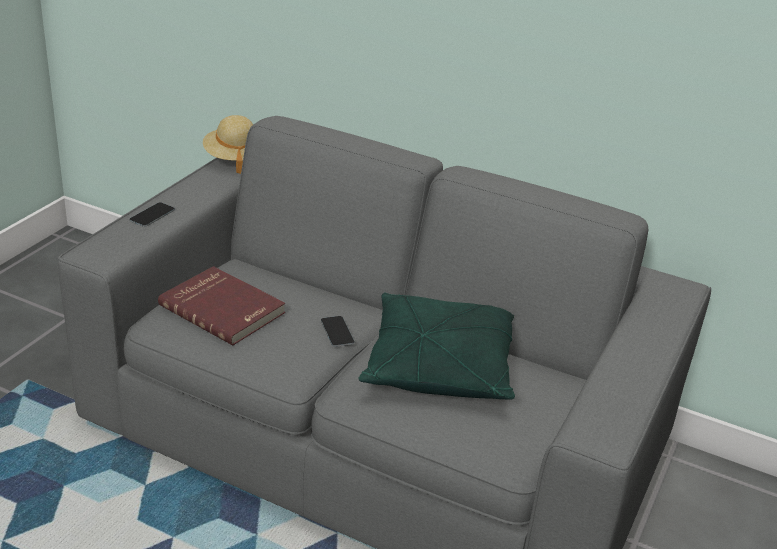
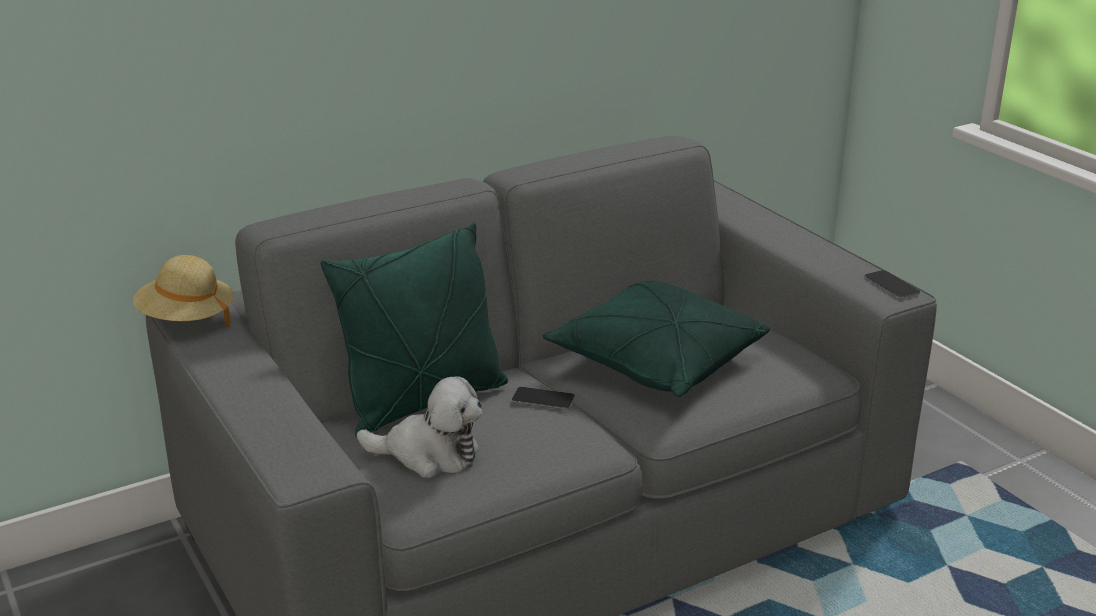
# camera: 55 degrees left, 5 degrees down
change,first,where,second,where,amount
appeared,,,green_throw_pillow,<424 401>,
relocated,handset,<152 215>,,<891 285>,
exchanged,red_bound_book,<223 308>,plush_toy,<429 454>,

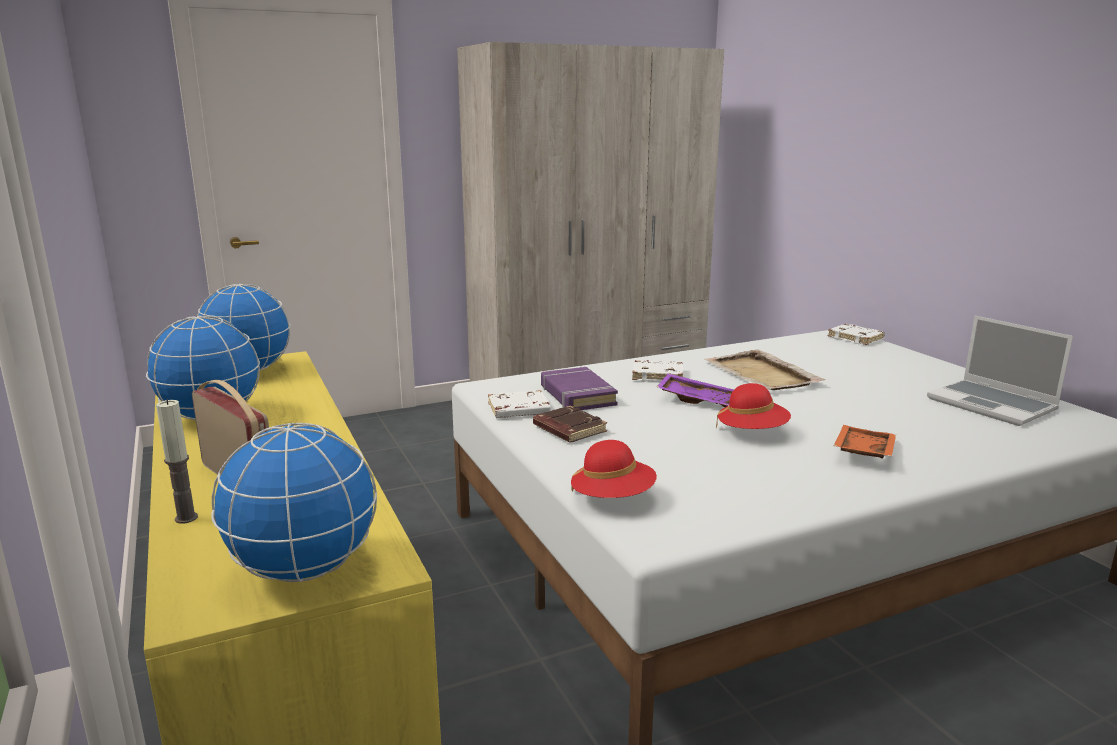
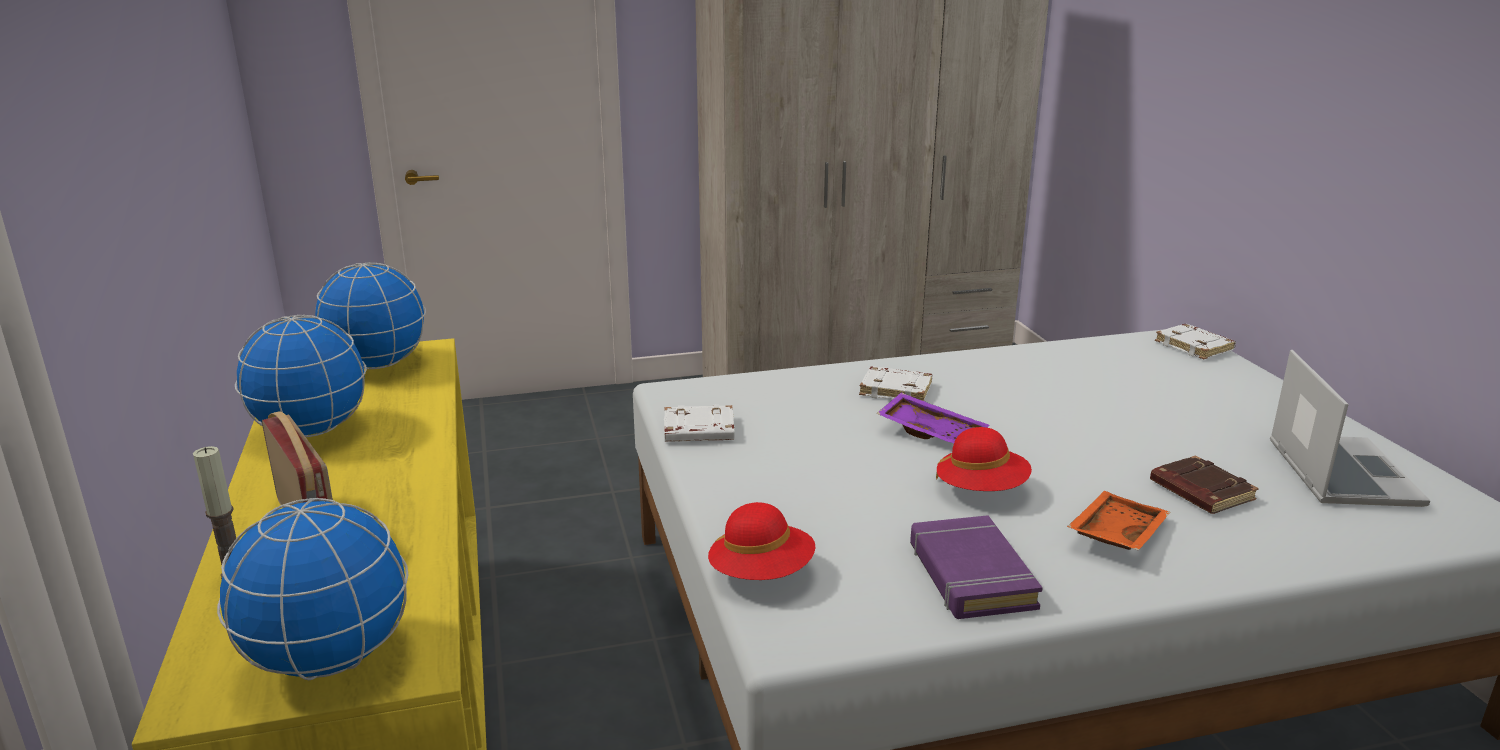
# camera: 10 degrees right, 5 degrees up
change,first,where,second,where,amount
missing,sand-coloured_tray,<762 374>,,,
relocated,brownish_bound_book,<568 429>,,<1199 491>,
relocated,purple_bound_book,<577 395>,,<970 575>,
spun,laptop,<993 405>,,<1339 473>,150 degrees counterclockwise

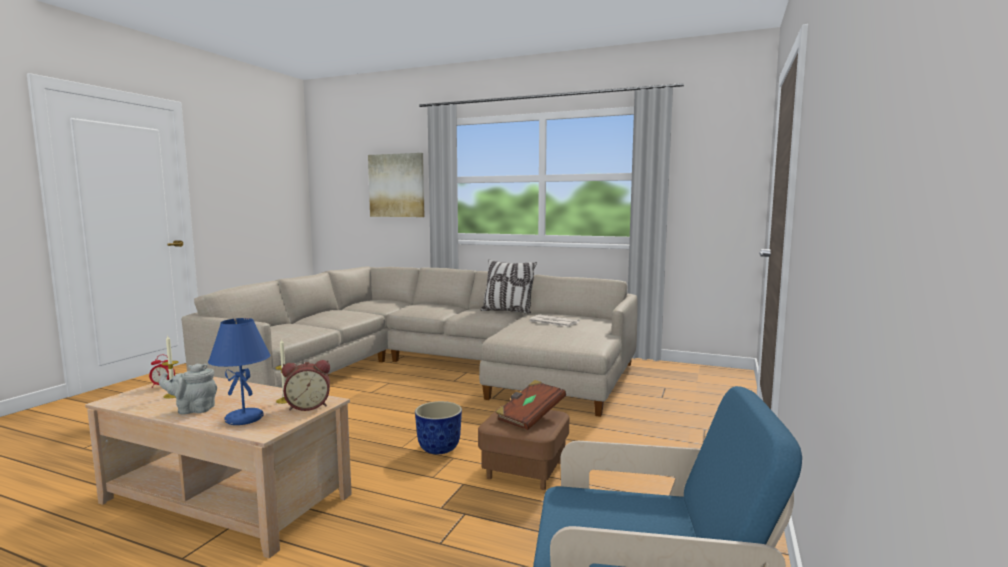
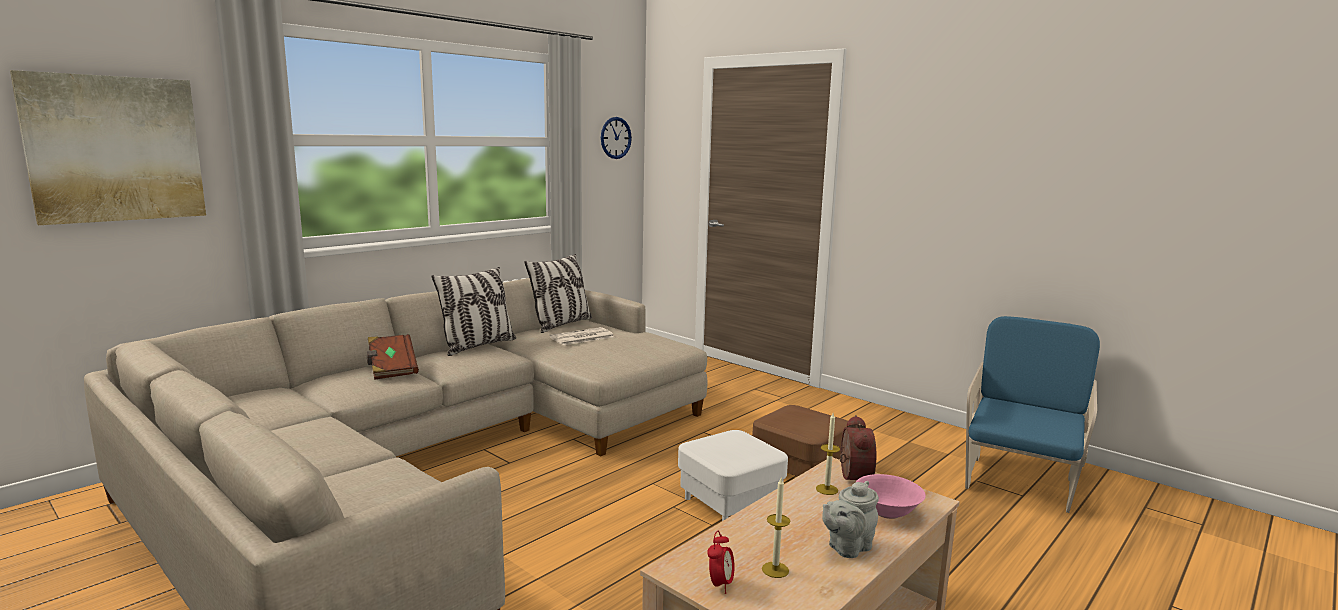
# camera: 70 degrees left, 5 degrees up
change,first,where,second,where,amount
appeared,,,throw_pillow,<561 324>,
appeared,,,clock_on_the_wall,<615 138>,
relocated,brownish_bound_book,<530 417>,,<391 369>,
exchanged,blue_lamp_for_a_table,<245 418>,pinkish_bowl,<887 512>,
exchanged,planter,<440 449>,whitish_pouffe,<730 503>,
spun,grey_teapot,<193 410>,,<847 547>,45 degrees clockwise

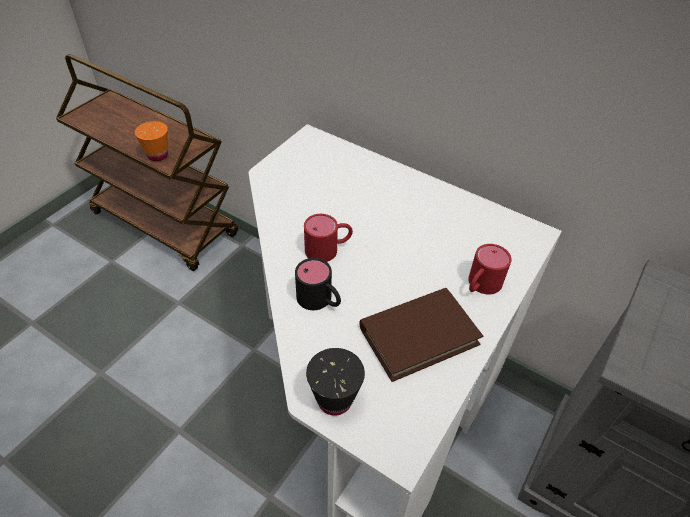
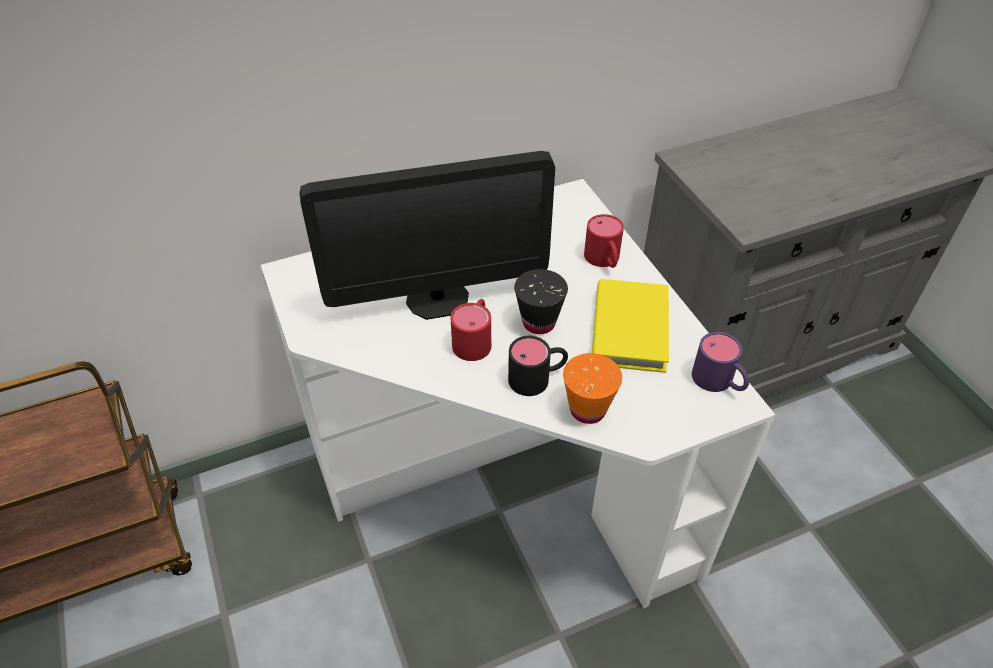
# camera: 55 degrees left, 0 degrees up
change,first,where,second,where,amount
appeared,,,computer_display,<437 298>,
appeared,,,purple_coffee_mug,<719 382>,
relocated,orange-coloured_small_cup,<158 155>,,<587 410>,
relocated,blackish_small_cup,<334 400>,,<539 323>,
colour,brownish_bound_book,<419 336>,yellow_bound_book,<629 329>,

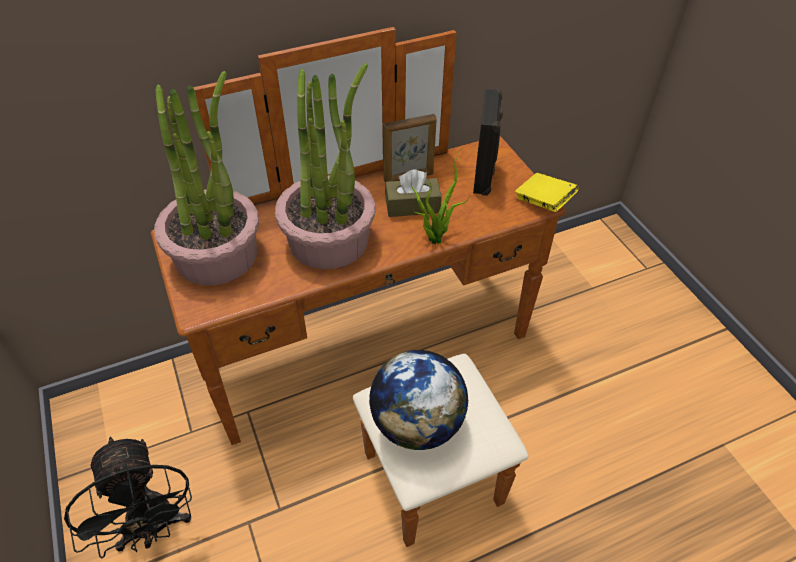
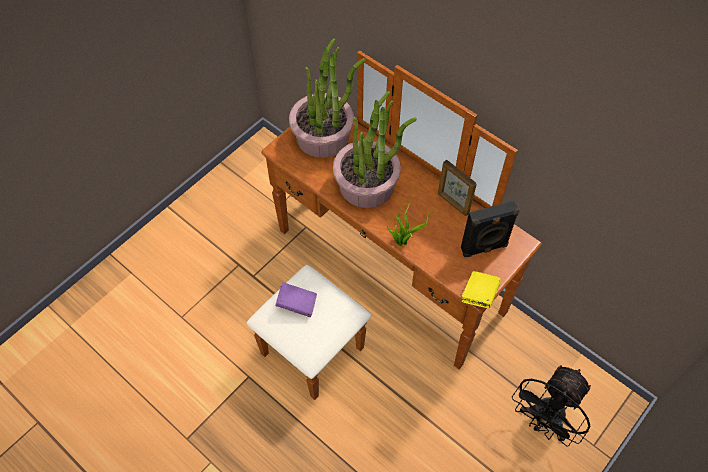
# camera: 65 degrees right, 10 degrees up
change,first,where,second,where,amount
missing,brownish_box_of_tissues,<412 206>,,,
relocated,blackish_electric_fan,<153 528>,,<543 421>,
exchanged,world_globe,<417 424>,purple_bound_book,<297 304>,

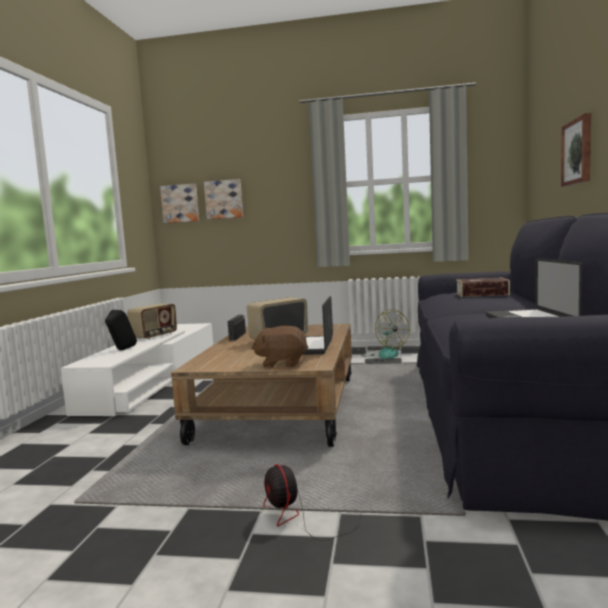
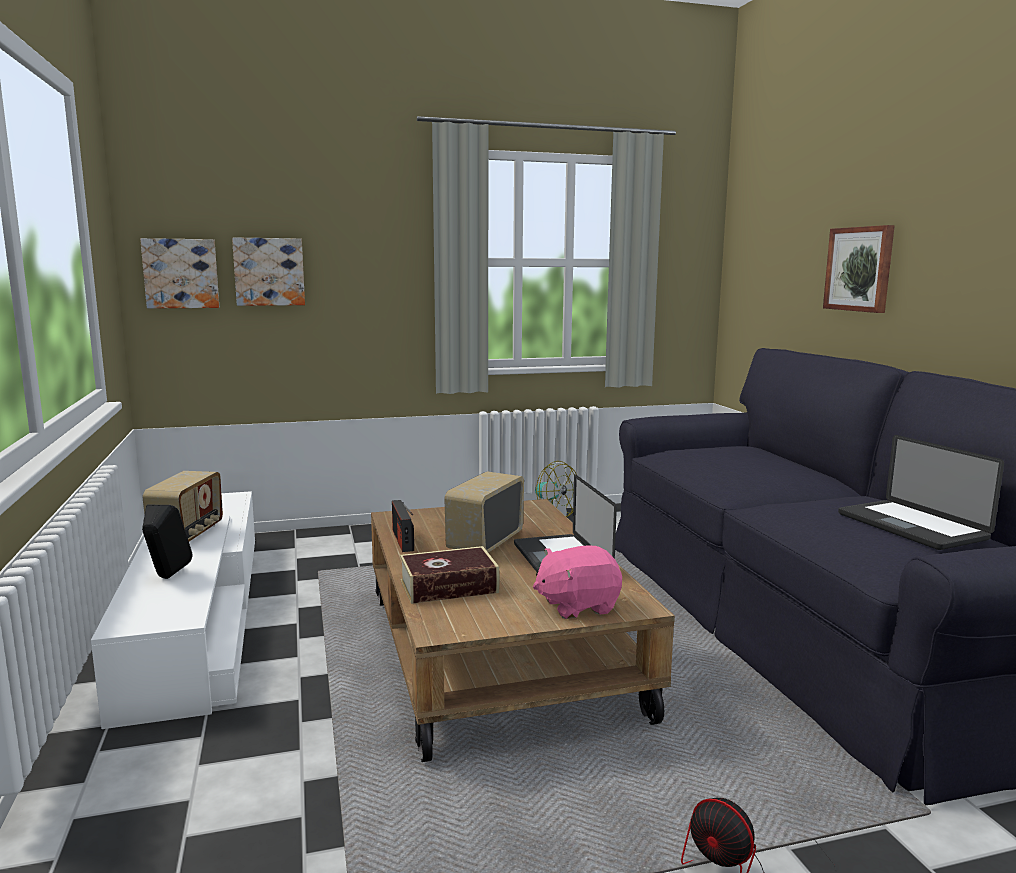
# camera: 25 degrees left, 5 degrees up
change,first,where,second,where,amount
relocated,bound_book,<482 294>,,<449 586>,
colour,brownish_plush_toy,<282 363>,pinkish_plush_toy,<577 606>,

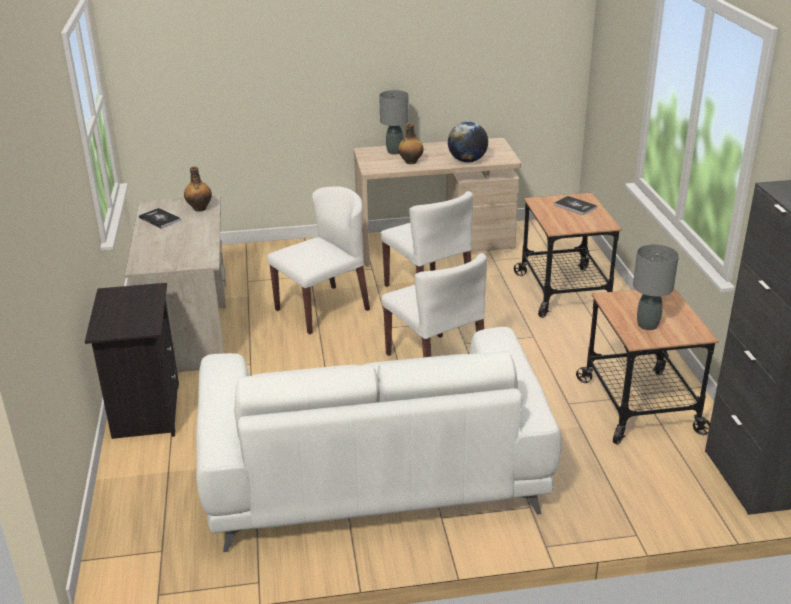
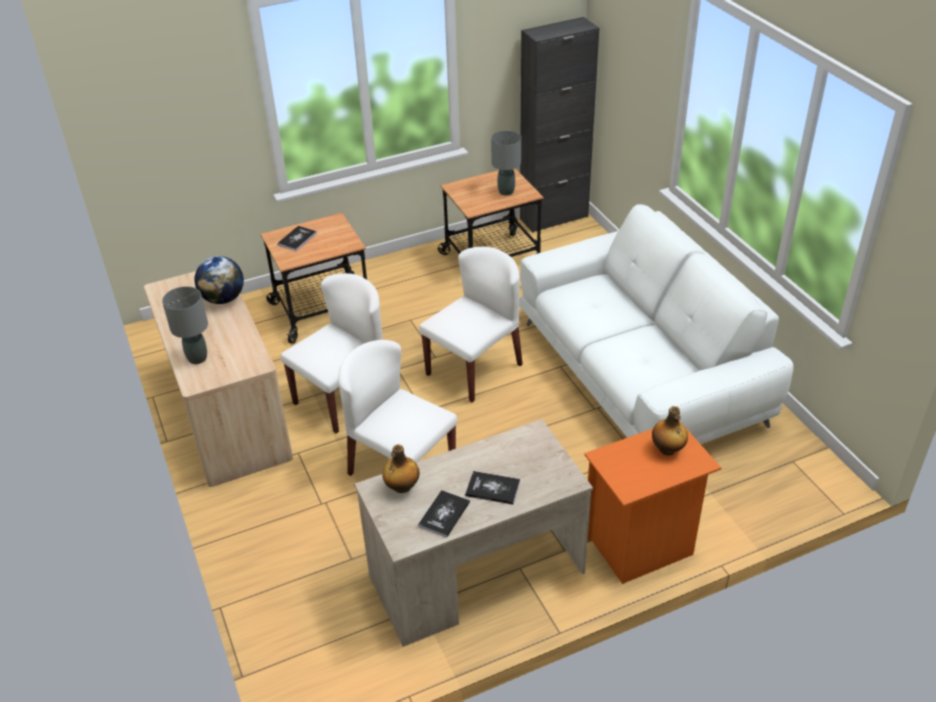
# camera: 105 degrees left, 10 degrees up
change,first,where,second,where,amount
appeared,,,bound_book,<492 488>,
relocated,beverage_bottle,<410 162>,,<667 450>,
colour,blackish_night_table,<145 411>,orange-coloured_night_table,<640 547>,

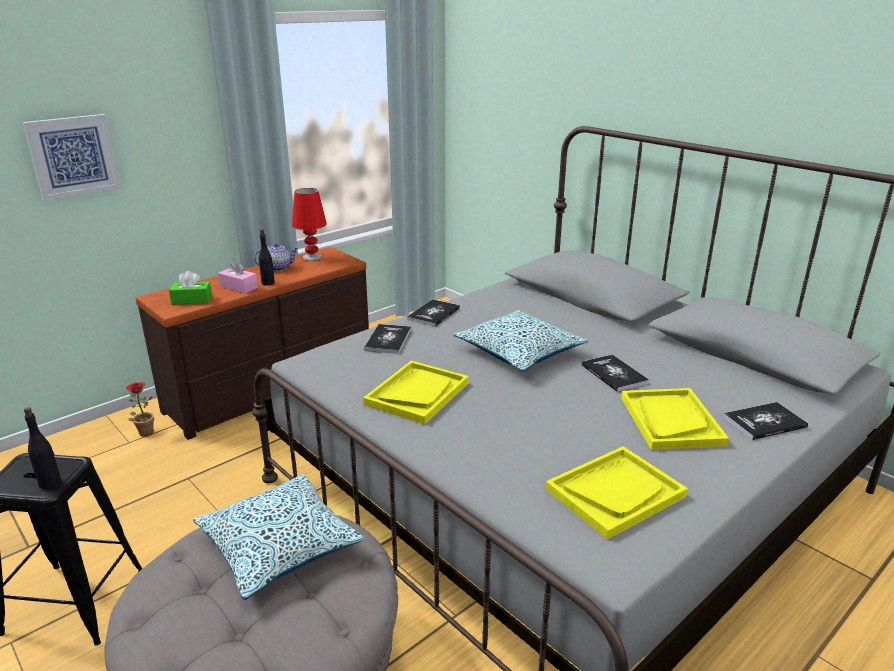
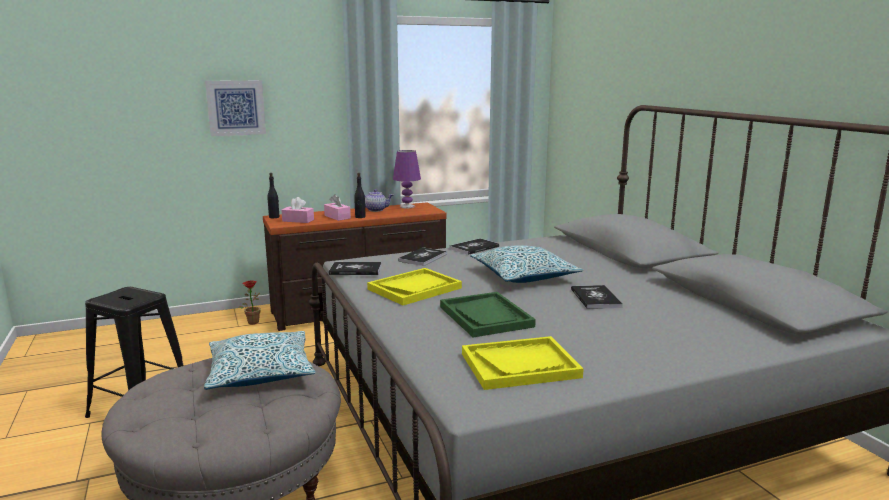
# camera: 20 degrees right, 10 degrees down
change,first,where,second,where,amount
missing,yellow_tray,<670 421>,,,
appeared,,,green_tray,<486 317>,
relocated,blackish_beverage_bottle,<50 483>,,<274 217>,
relocated,bound_book,<764 422>,,<355 270>,
colour,green_box_of_tissues,<192 300>,pinkish_box_of_tissues,<298 220>,
colour,red_lamp_for_a_table,<312 257>,purple_lamp_for_a_table,<407 206>,

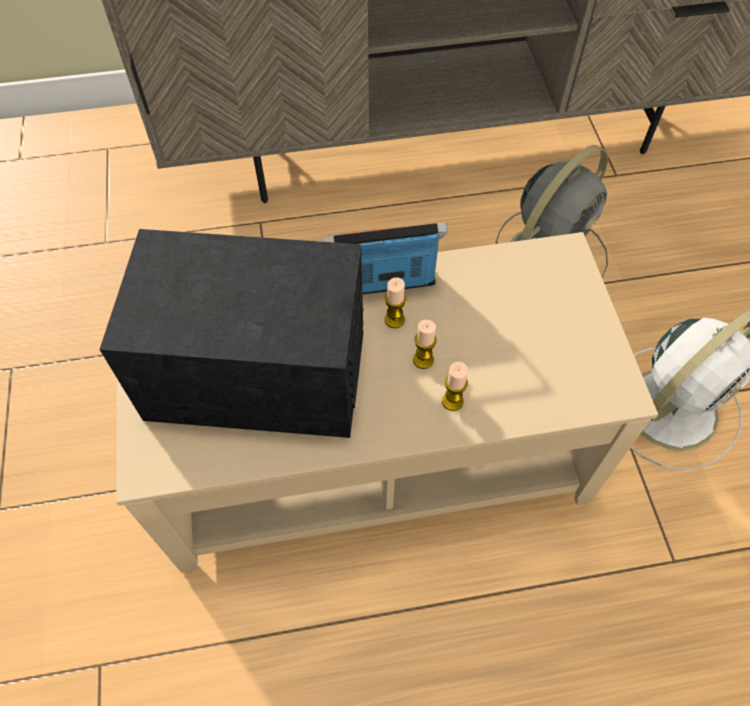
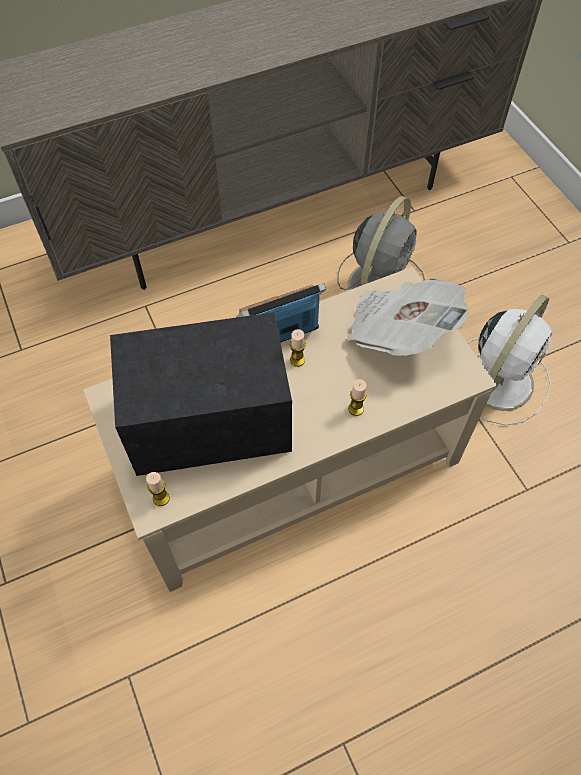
# camera: 15 degrees left, 0 degrees up
change,first,where,second,where,amount
appeared,,,newspaper,<399 331>,
relocated,wax_candle,<423 360>,,<161 498>,

